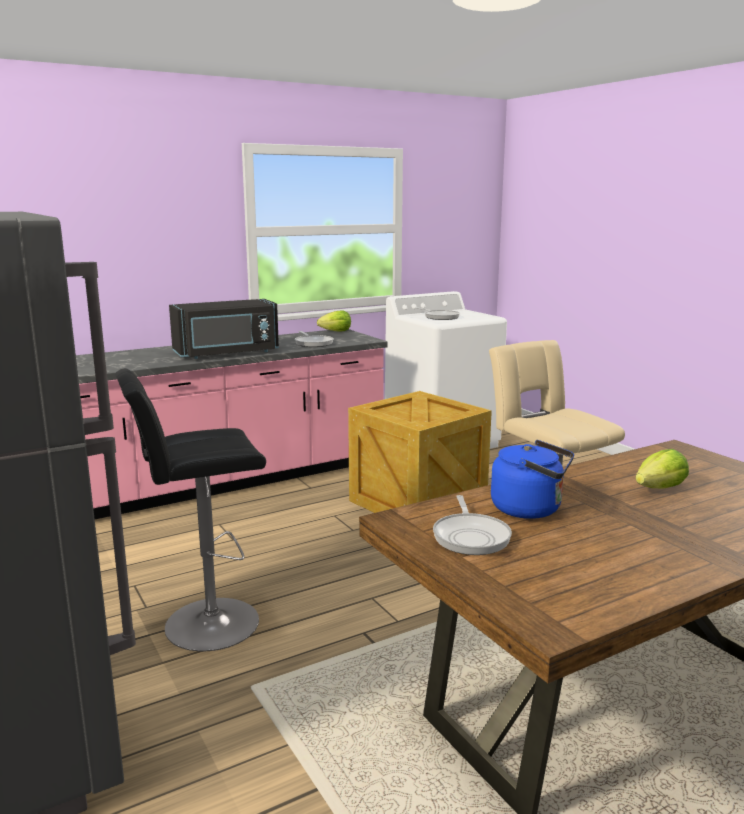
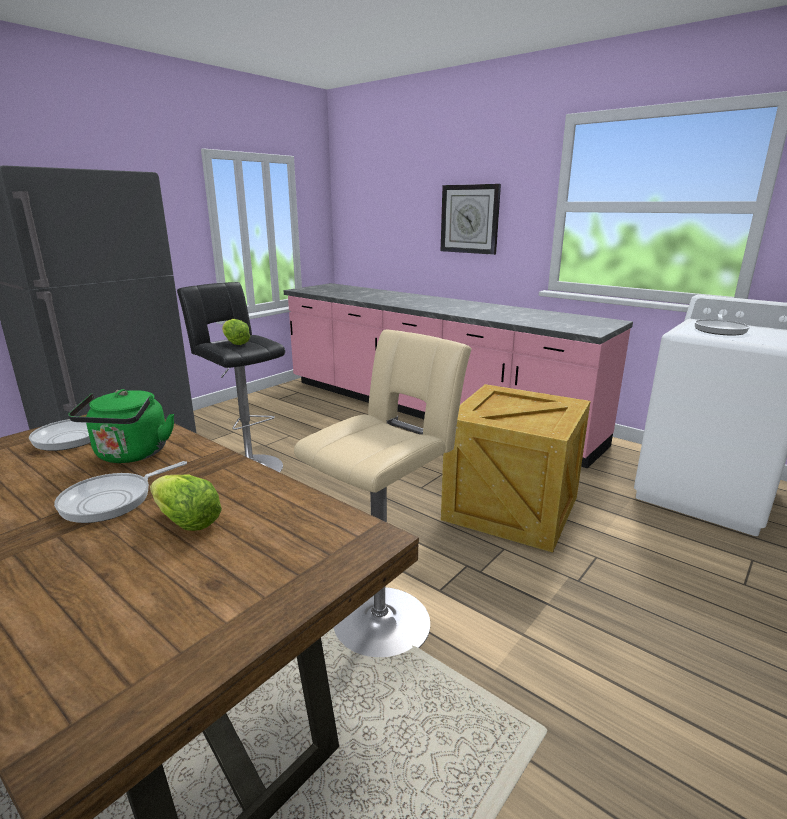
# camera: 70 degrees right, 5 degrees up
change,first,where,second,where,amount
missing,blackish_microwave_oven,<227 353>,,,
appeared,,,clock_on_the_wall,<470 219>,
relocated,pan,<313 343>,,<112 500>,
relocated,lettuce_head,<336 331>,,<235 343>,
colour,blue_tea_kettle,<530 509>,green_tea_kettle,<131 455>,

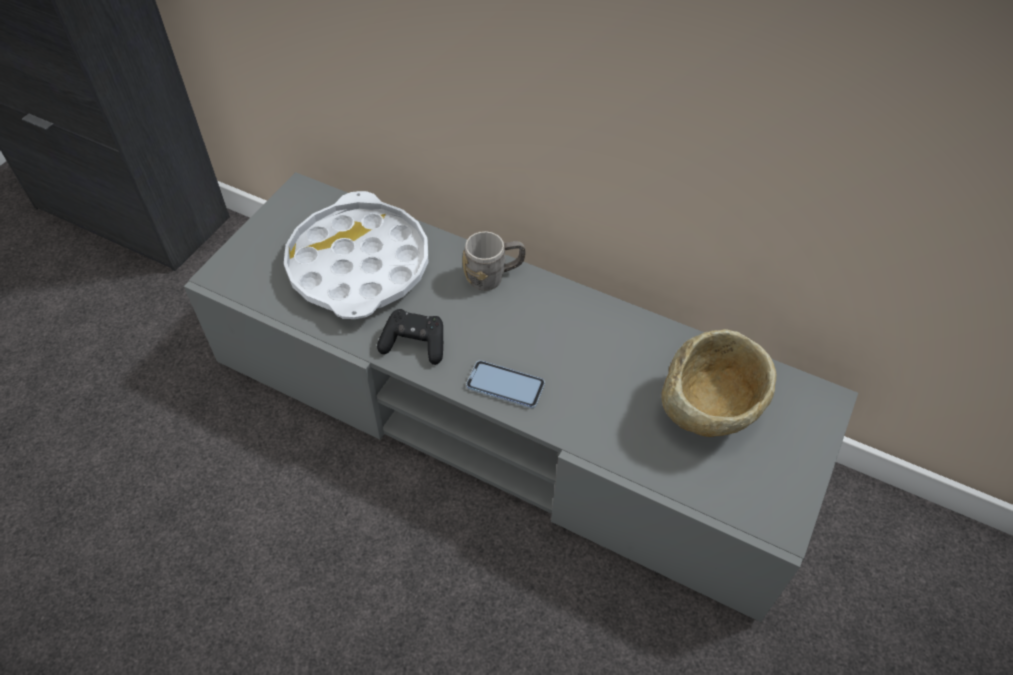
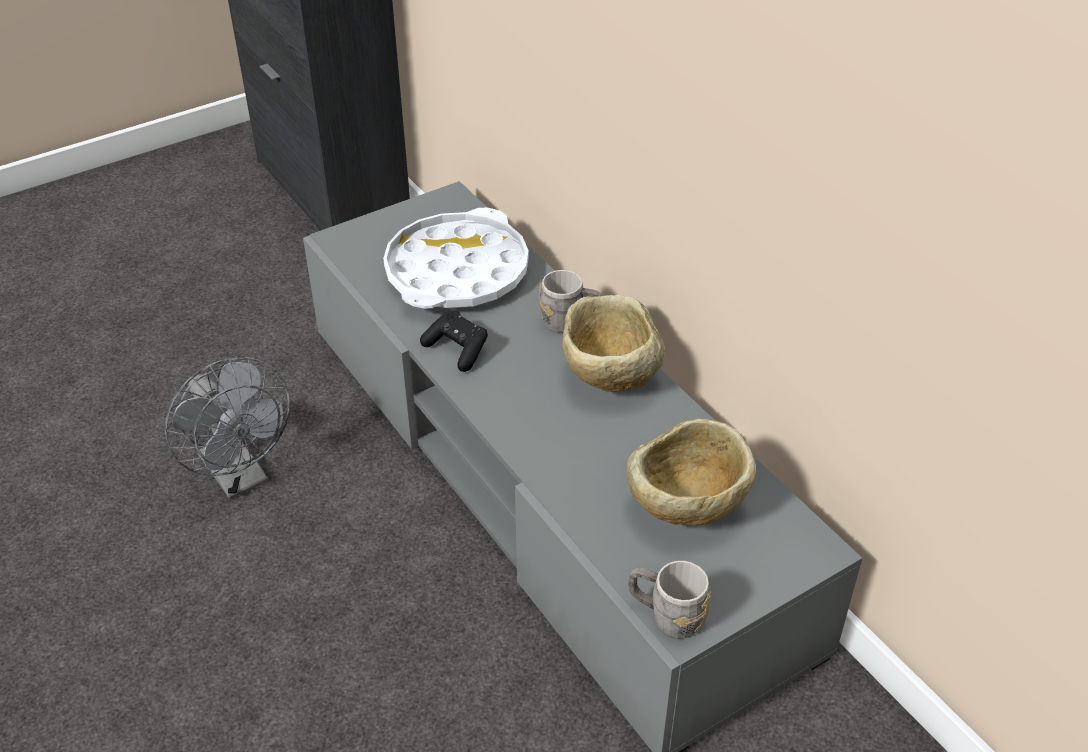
# camera: 30 degrees right, 10 degrees down
change,first,where,second,where,amount
missing,handset,<505 385>,,,
appeared,,,grey_electric_fan,<240 477>,
appeared,,,sand-coloured_bowl,<609 378>,
appeared,,,grey_coffee_mug,<666 616>,

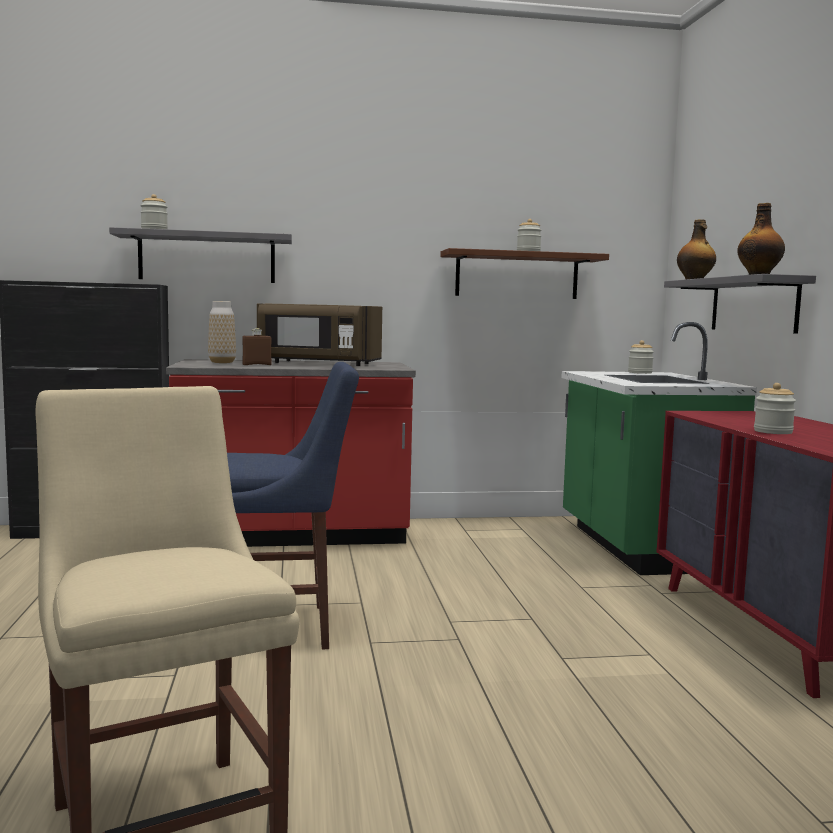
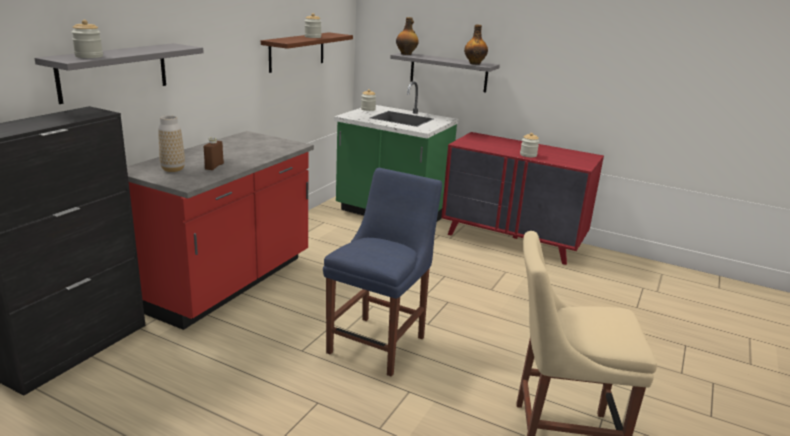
# camera: 55 degrees left, 15 degrees up
change,first,where,second,where,amount
missing,brownish_microwave_oven,<317 363>,,,

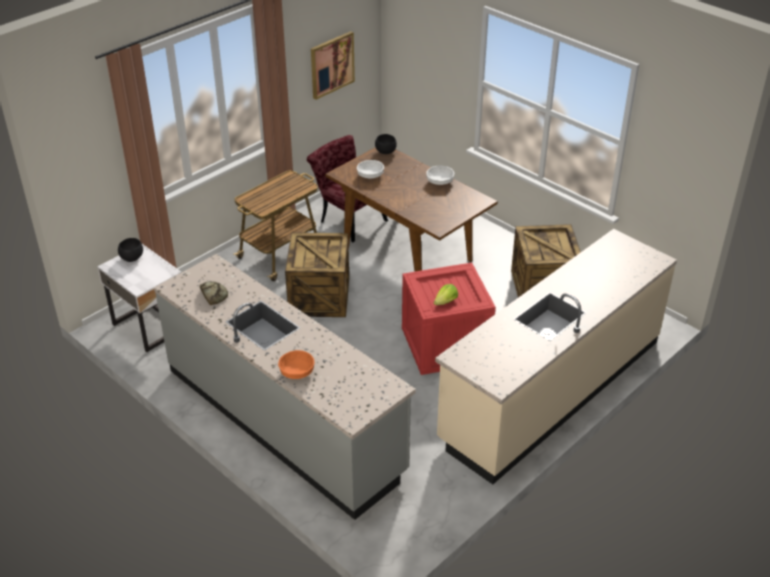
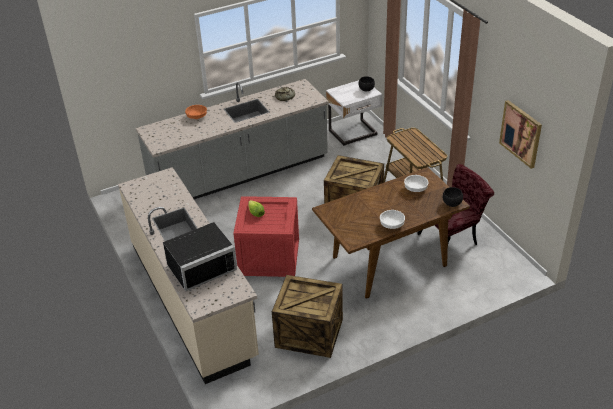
# camera: 110 degrees right, 0 degrees up
change,first,where,second,where,amount
appeared,,,blackish_microwave_oven,<200 265>,

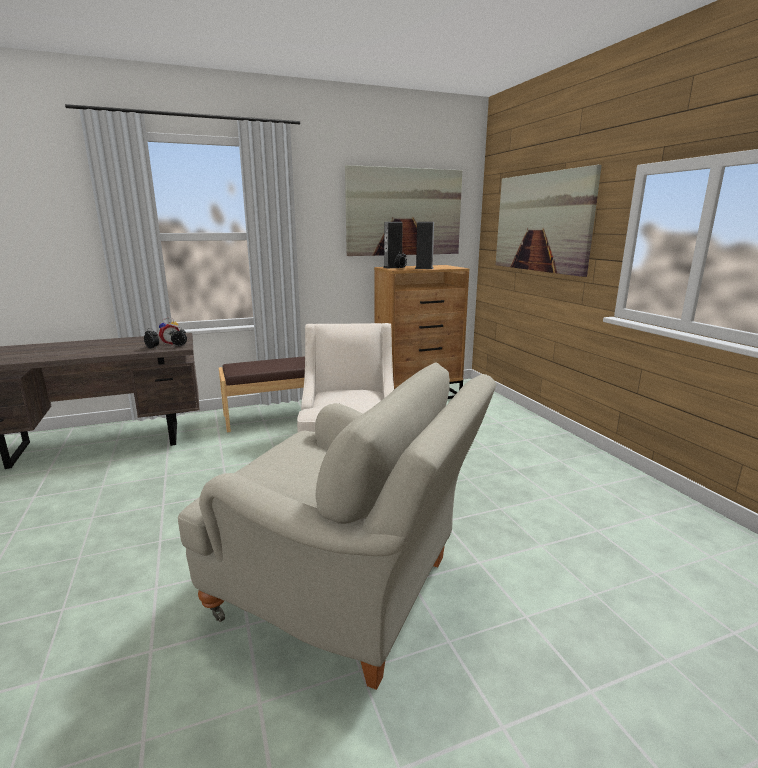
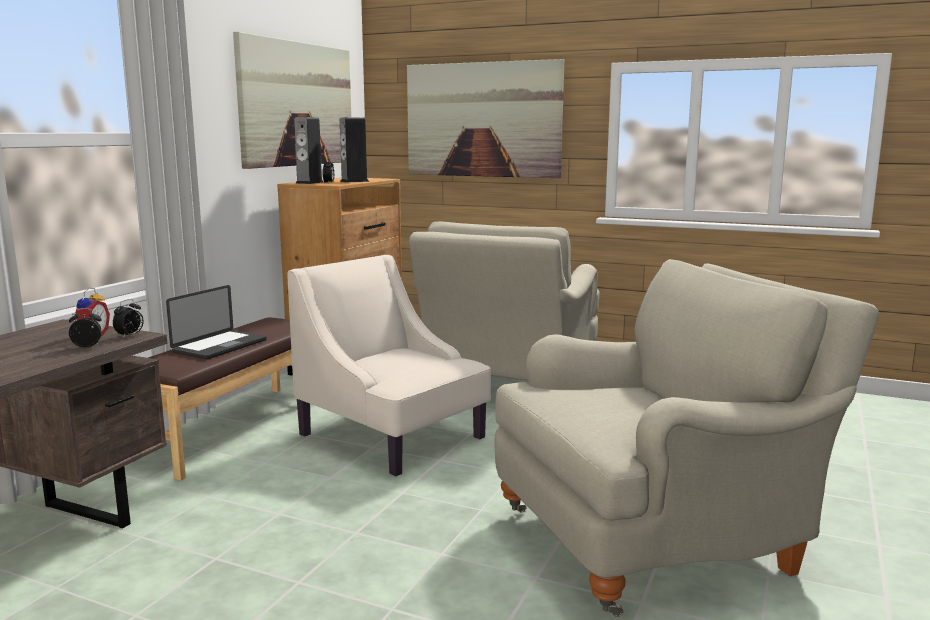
# camera: 45 degrees left, 5 degrees down
change,first,where,second,where,amount
appeared,,,laptop,<220 346>,
appeared,,,sand-coloured_easy_chair,<509 383>,

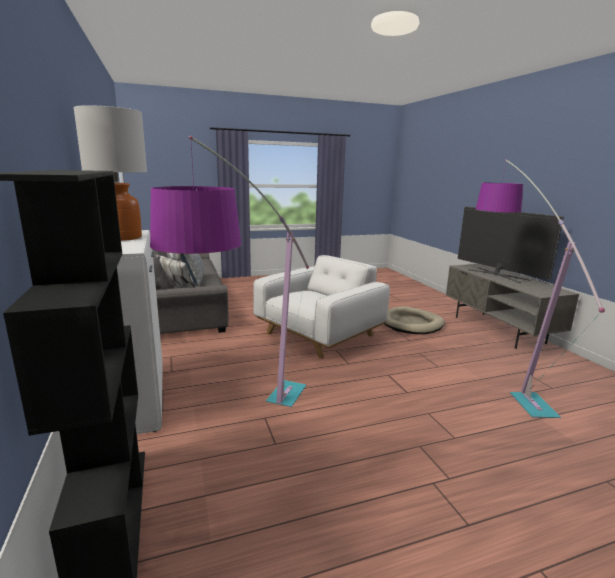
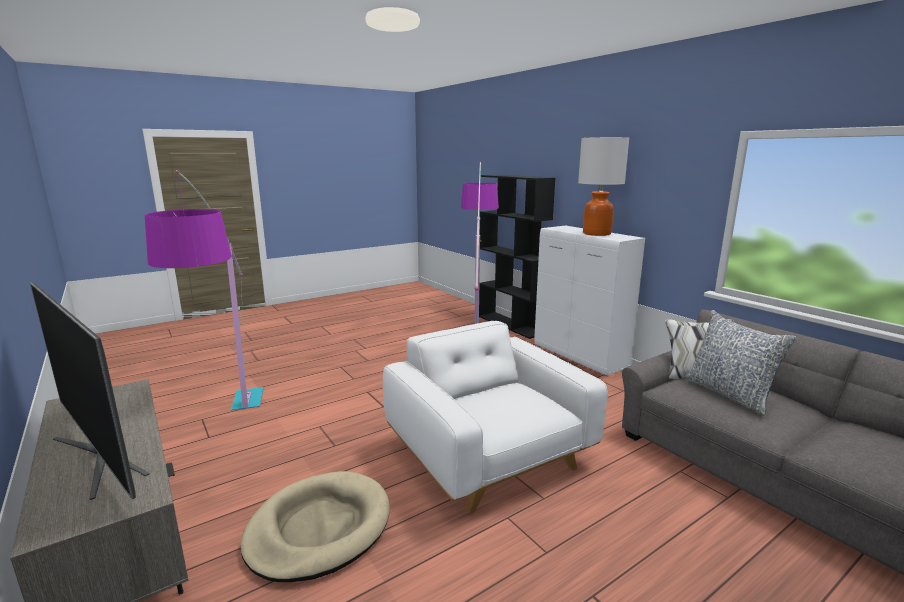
# camera: 165 degrees right, 0 degrees up
change,first,where,second,where,amount
spun,whitish_easy_chair,<319 335>,,<488 456>,120 degrees clockwise

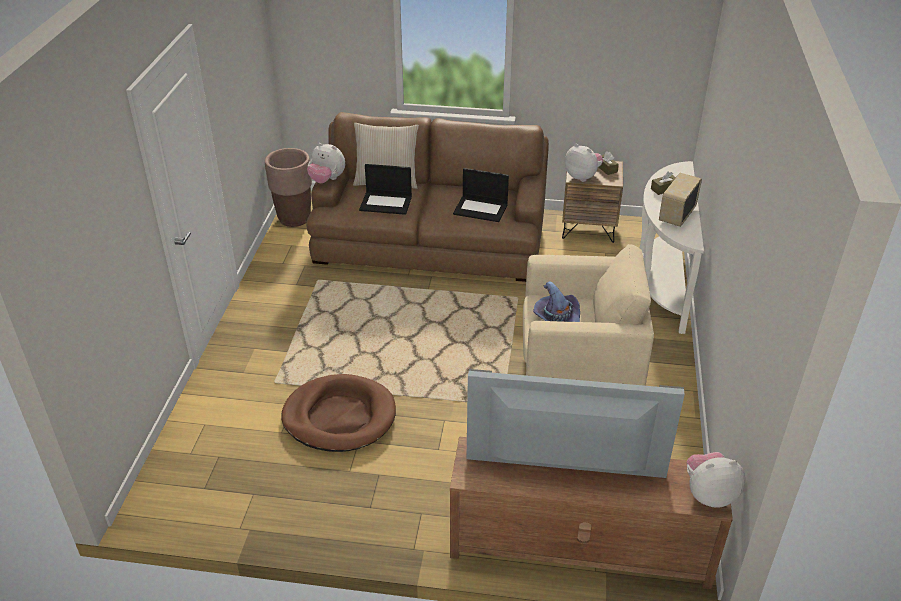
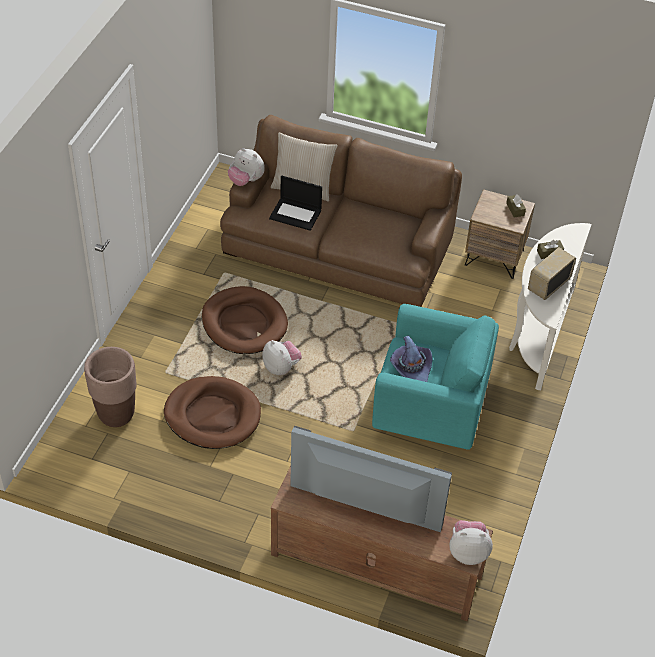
# camera: 10 degrees right, 10 degrees up
change,first,where,second,where,amount
missing,laptop,<481 209>,,,
appeared,,,brownish_pet_bed,<244 323>,
relocated,brownish_planter,<294 219>,,<116 414>,
relocated,plush_toy,<582 177>,,<281 367>,
colour,sand-coloured_easy_chair,<578 372>,turquoise-coloured_easy_chair,<430 411>,

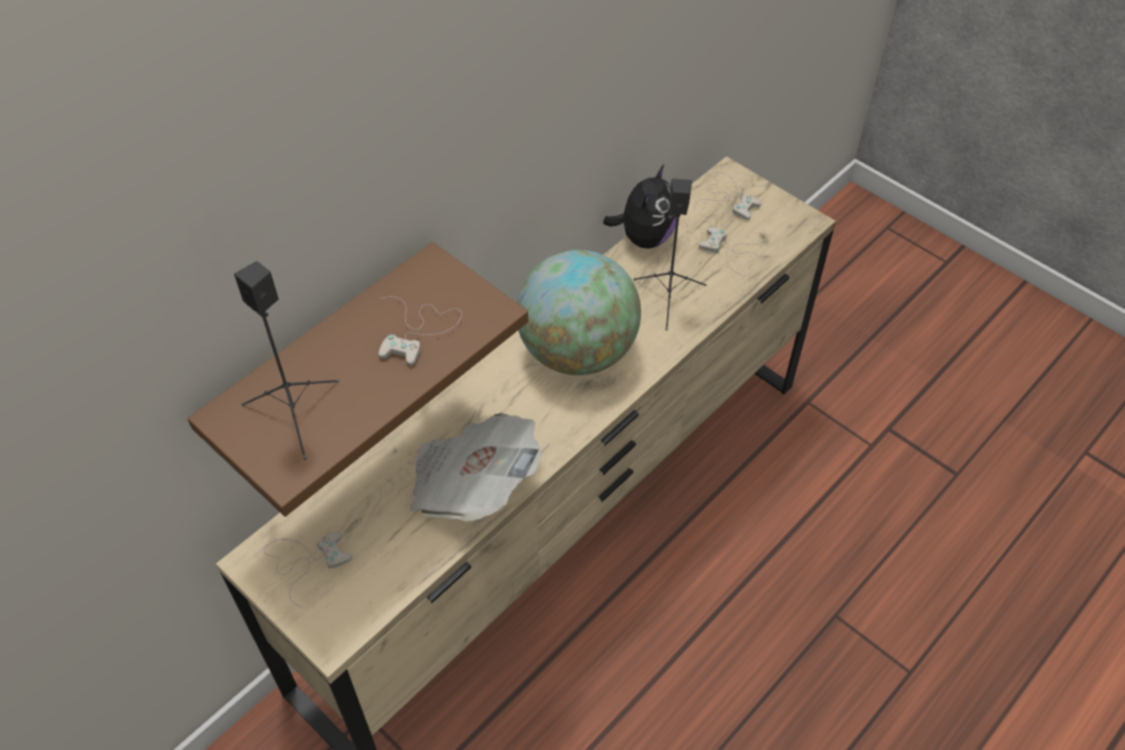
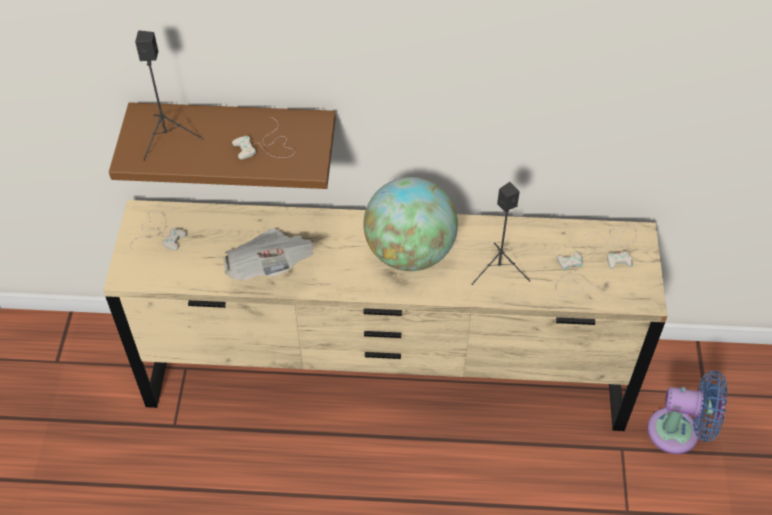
# camera: 50 degrees right, 0 degrees up
change,first,where,second,where,amount
missing,plush_toy,<644 237>,,,
appeared,,,blue_electric_fan,<679 432>,

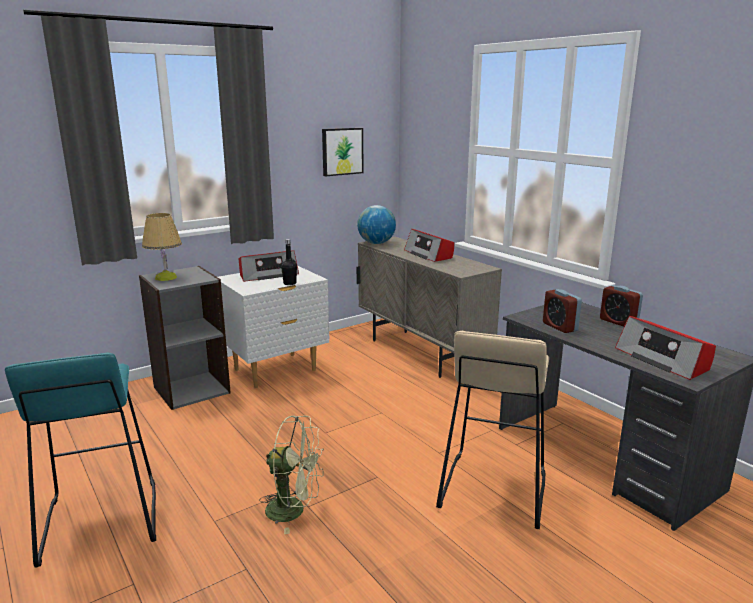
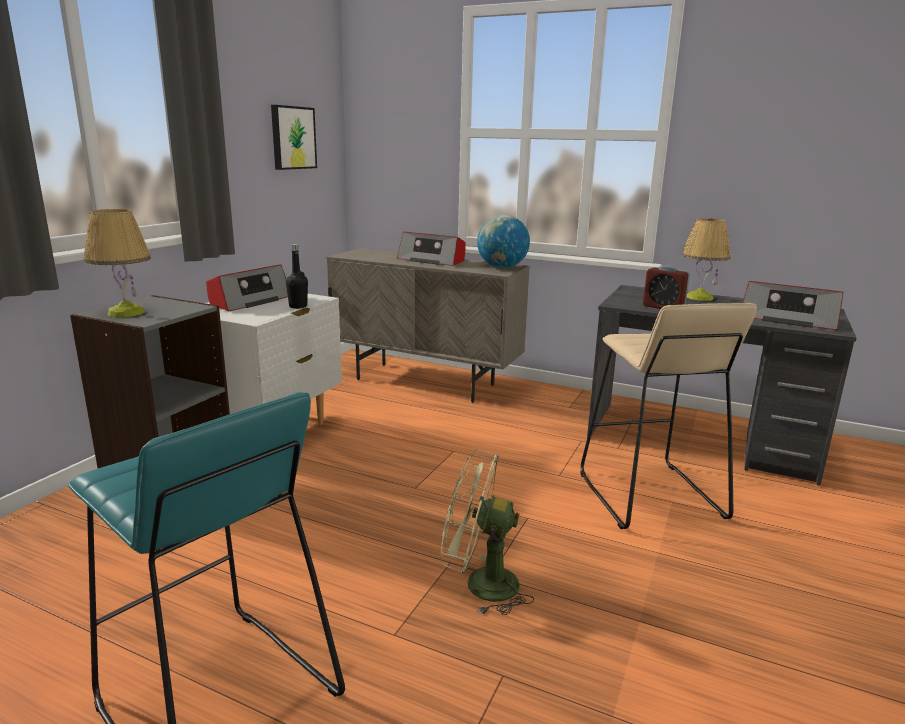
# camera: 30 degrees left, 0 degrees up
change,first,where,second,where,amount
relocated,world_globe,<376 243>,,<502 267>,
exchanged,alarm_clock,<618 322>,lamp_for_a_table,<699 297>,
spun,green_electric_fan,<294 510>,,<480 584>,150 degrees counterclockwise

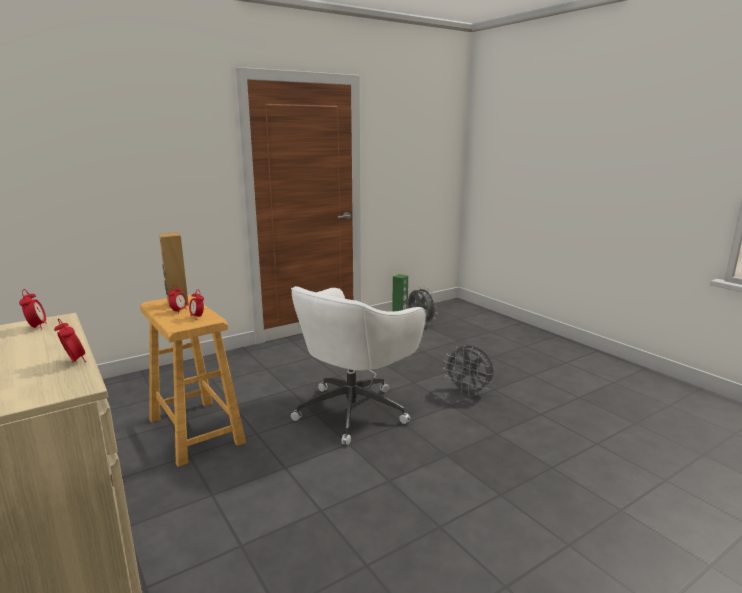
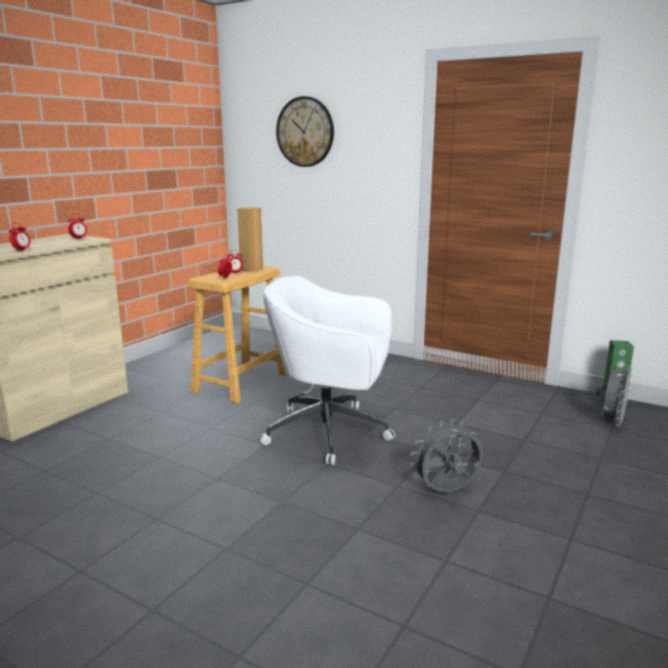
# camera: 65 degrees right, 0 degrees up
change,first,where,second,where,amount
appeared,,,clock_on_the_wall,<305 132>,
spun,grey_electric_fan,<468 392>,,<447 492>,60 degrees clockwise

